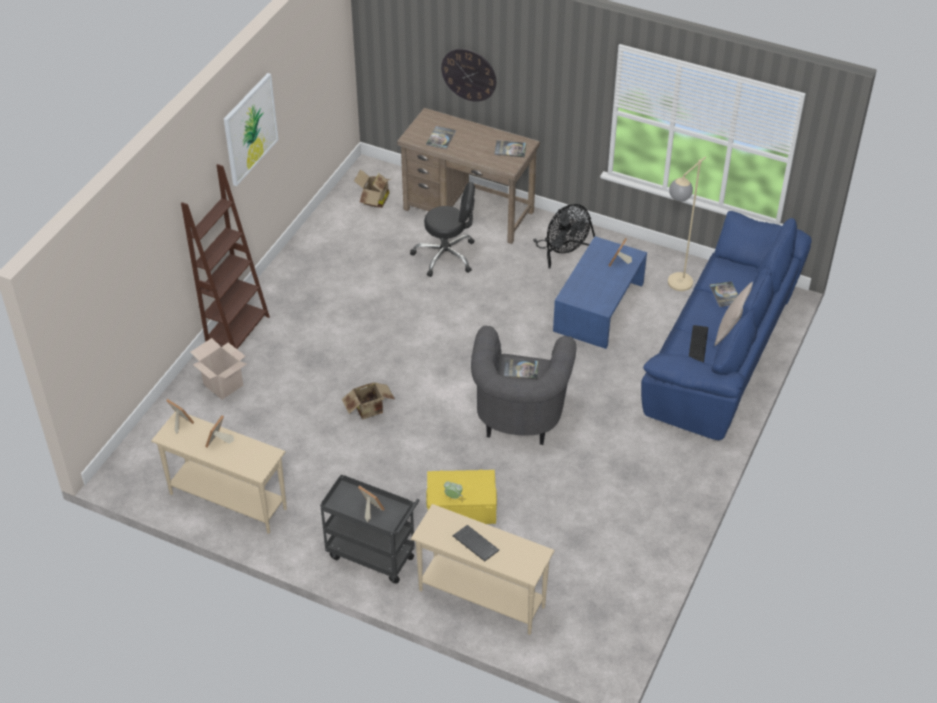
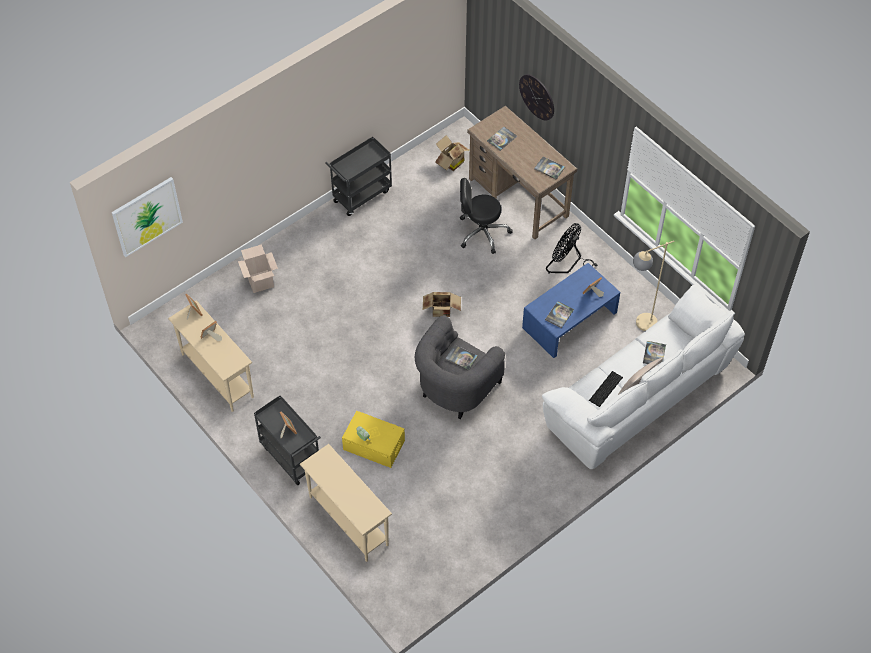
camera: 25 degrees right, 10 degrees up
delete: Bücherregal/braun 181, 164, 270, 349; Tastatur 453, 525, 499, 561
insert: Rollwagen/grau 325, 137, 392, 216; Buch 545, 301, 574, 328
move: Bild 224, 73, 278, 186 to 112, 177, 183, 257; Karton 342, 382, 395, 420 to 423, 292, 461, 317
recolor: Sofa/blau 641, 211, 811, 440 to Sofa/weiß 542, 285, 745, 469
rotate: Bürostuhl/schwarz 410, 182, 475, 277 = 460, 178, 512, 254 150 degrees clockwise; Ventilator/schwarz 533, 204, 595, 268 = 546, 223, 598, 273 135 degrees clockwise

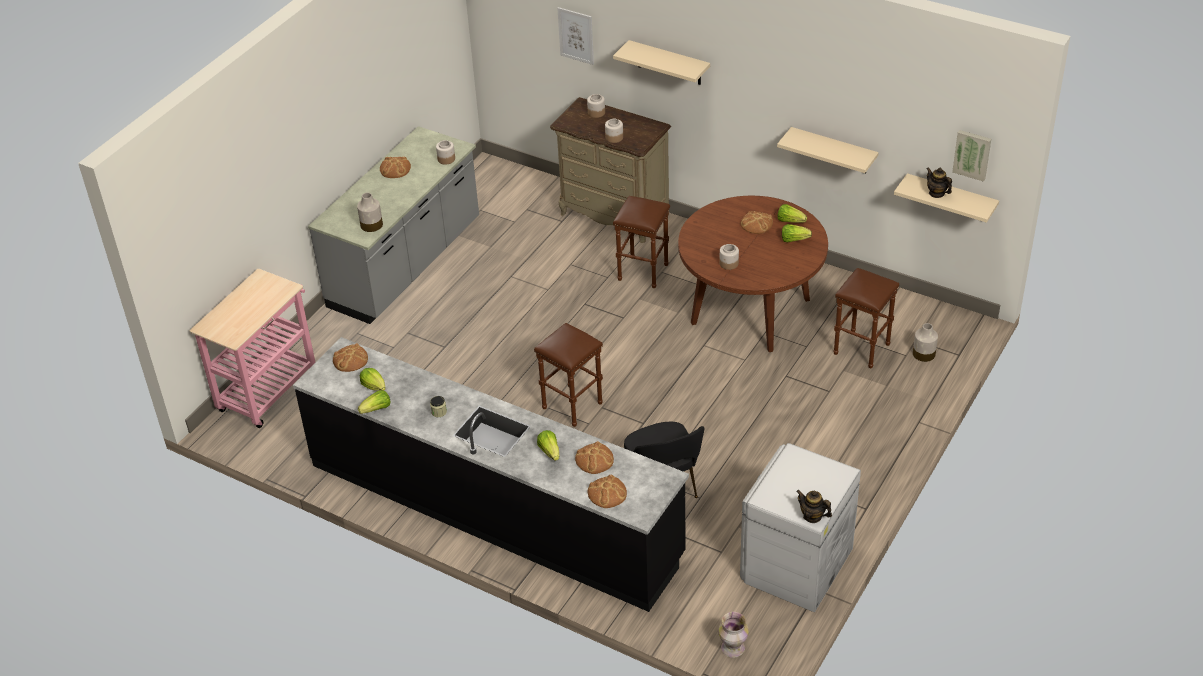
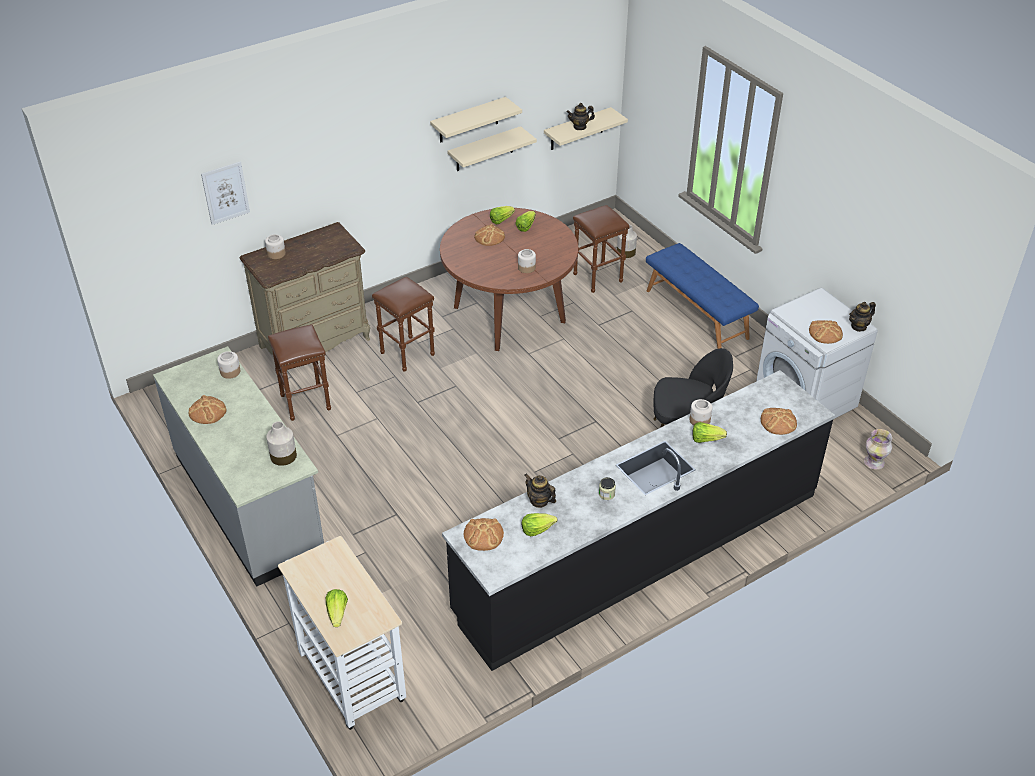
camera: 65 degrees left, 0 degrees up
delete: Bild 952, 130, 991, 182
insert: Bank/blau 646, 243, 759, 349; Teekanne 525, 473, 556, 508
move: Wandregal/beige 613, 40, 710, 85 to 430, 97, 522, 143; Vorratsglas 605, 119, 623, 143 to 690, 399, 712, 426; Hocker/braun 534, 323, 603, 427 to 268, 325, 331, 421; Salatkopf 358, 390, 391, 414 to 326, 589, 348, 627; Brot 575, 441, 614, 474 to 809, 320, 843, 344
recolor: Rollwagen/rosa 190, 269, 316, 428 to Rollwagen/weiß 278, 536, 406, 730

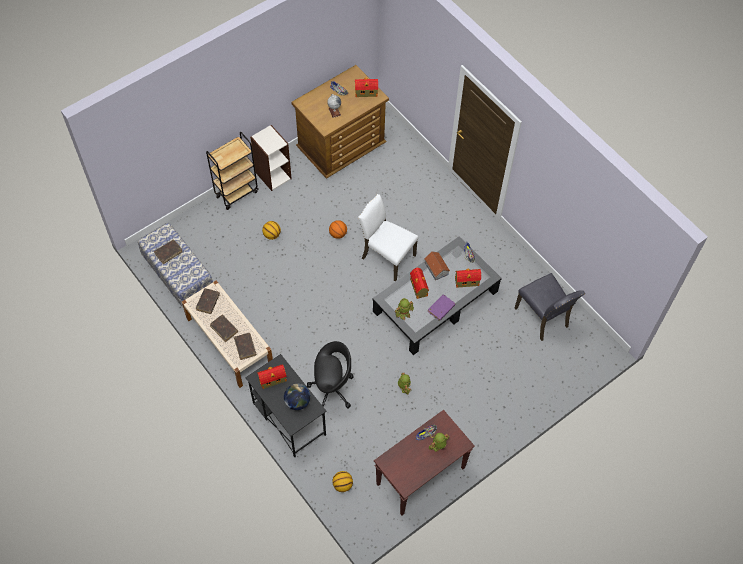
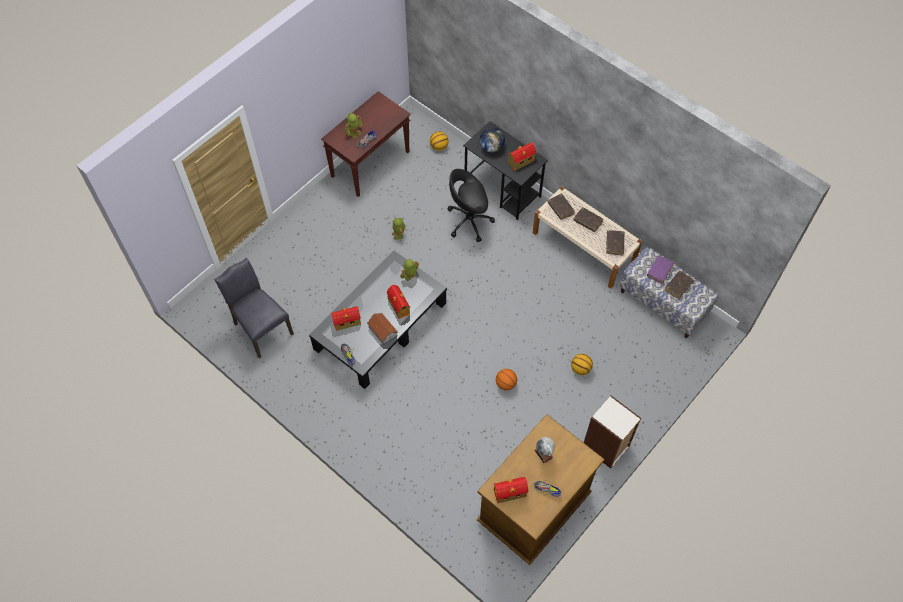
camera: 170 degrees right, 0 degrees up
delete: Rollwagen/braun 206, 132, 258, 210; Stuhl/weiß 358, 194, 419, 281
move: Buch/lila 428, 294, 455, 321 to 647, 256, 674, 284

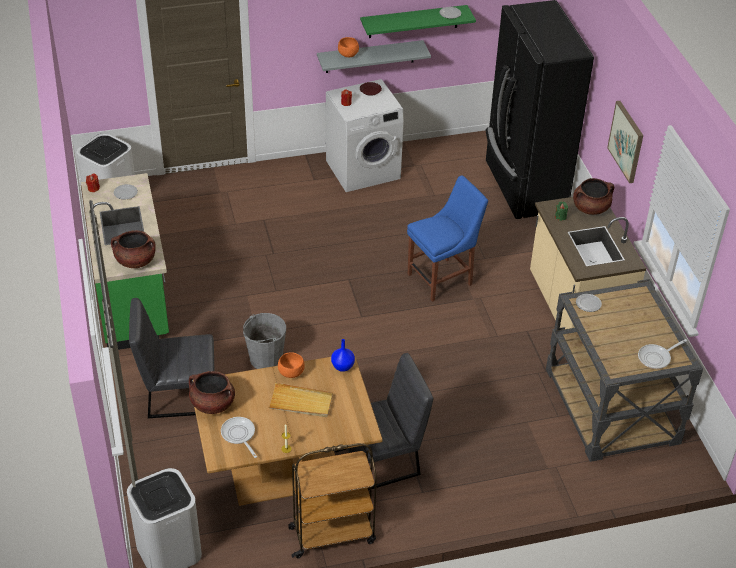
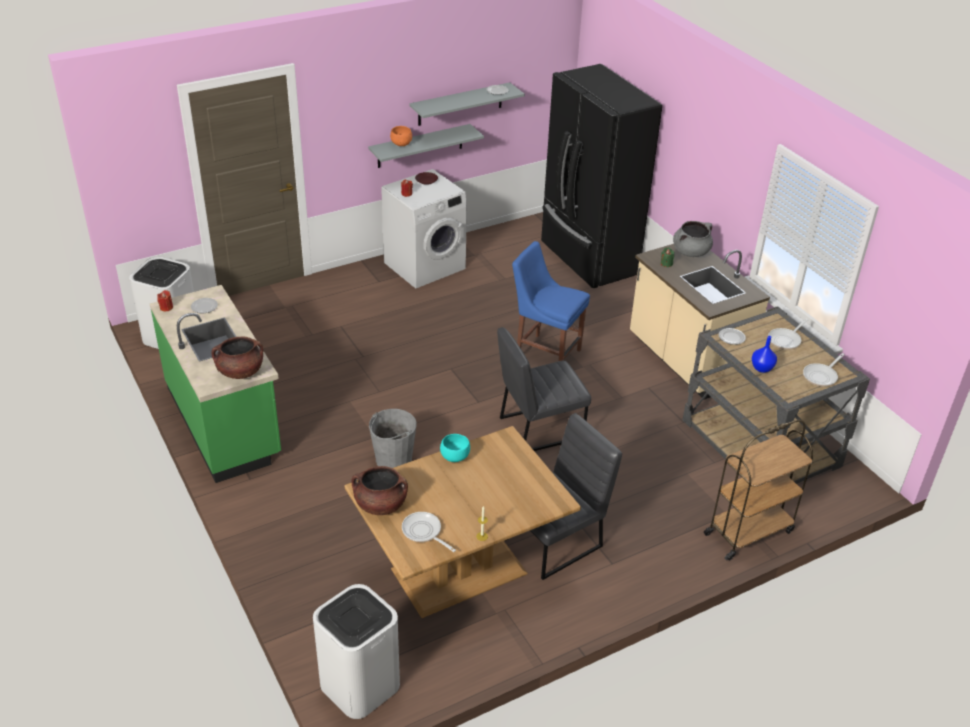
camera: 15 degrees left, 5 degrees down
delete: Bild 607, 101, 643, 183; Tablett/beige 268, 383, 333, 417
insert: Pfanne 768, 319, 808, 350
move: Stuhl/grau 129, 298, 215, 418 to 497, 327, 591, 451; Vase/blau 331, 339, 355, 372 to 752, 336, 777, 373; Rollwagen/braun 288, 443, 377, 559 to 704, 420, 813, 561
recolor: Wandregal/grün 360, 5, 476, 38 to Wandregal/grau 409, 82, 525, 126; Kochtopf/braun 573, 178, 614, 215 to Kochtopf/grau 673, 221, 713, 257; Schüssel/orange 278, 353, 305, 378 to Schüssel/türkis 440, 434, 470, 462
rotate: Stuhl/blau 407, 176, 488, 302 = 512, 241, 590, 361 105 degrees counterclockwise

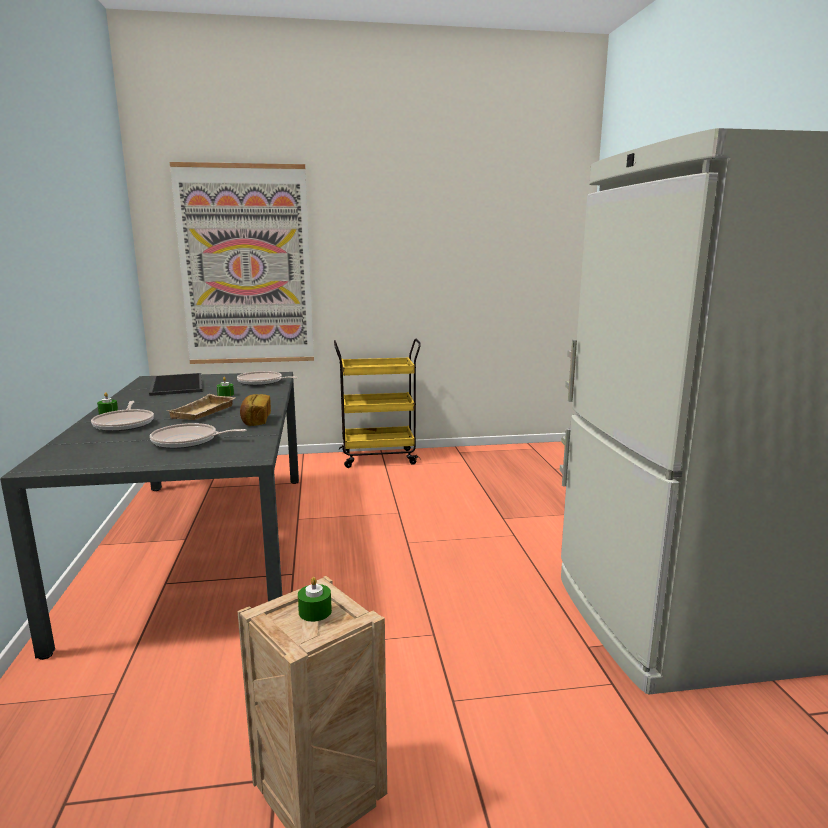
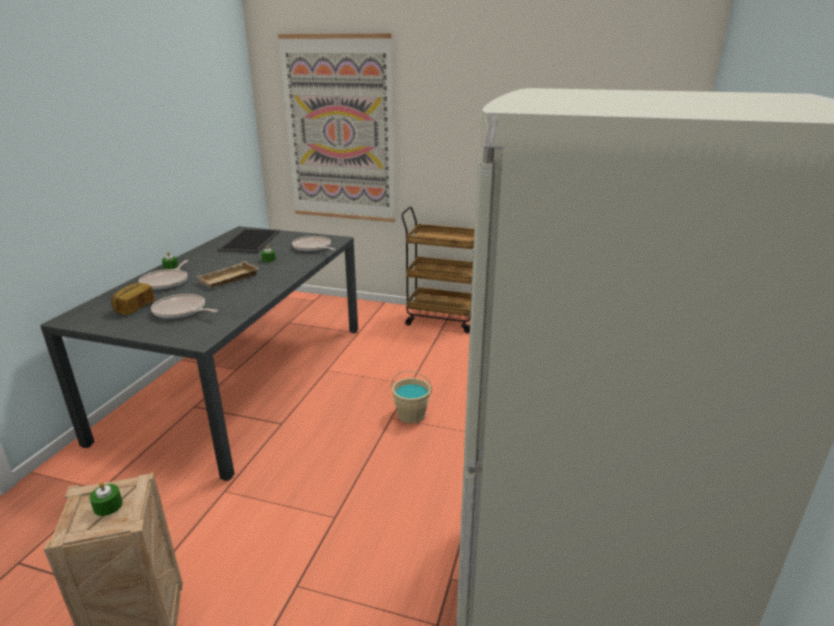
camera: 25 degrees right, 10 degrees up
insert: Eimer/beige 391, 371, 432, 424
move: Brot 240, 394, 271, 426 to 111, 283, 155, 315
recolor: Rollwagen/gelb 334, 339, 421, 468 to Rollwagen/braun 402, 207, 474, 333

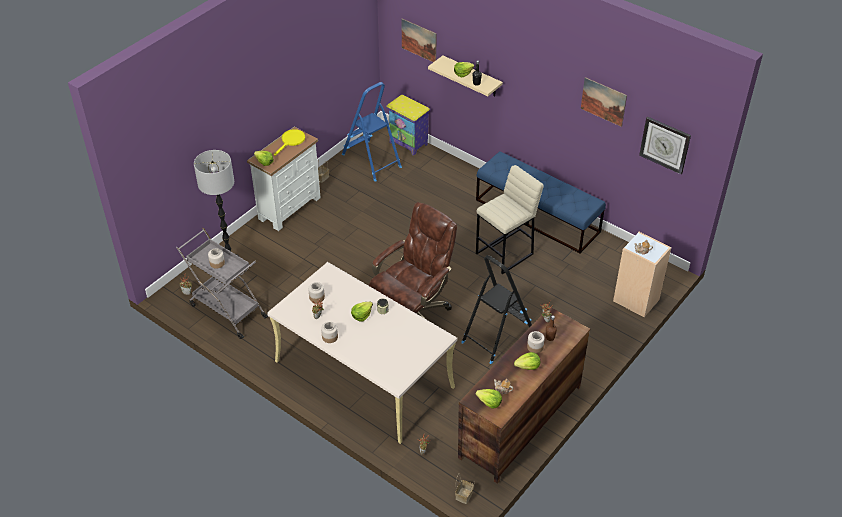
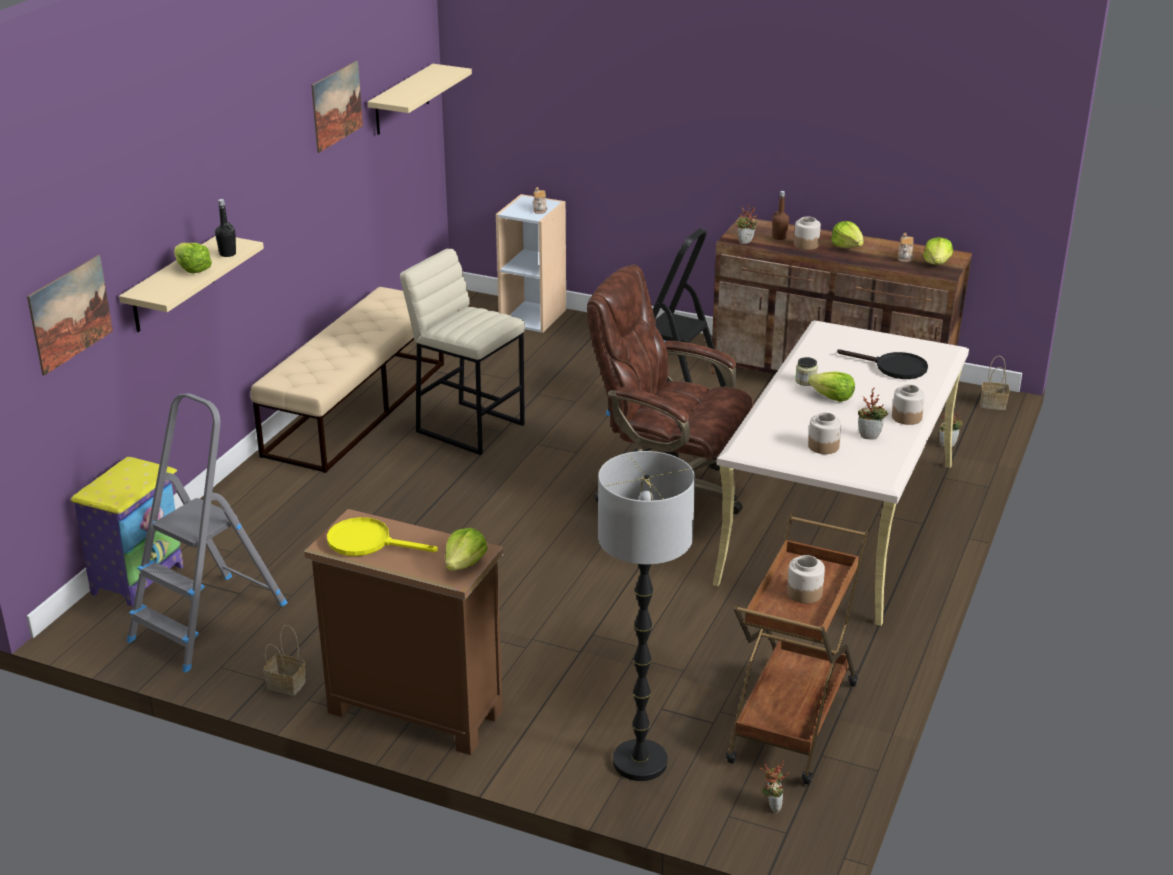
camera: 105 degrees left, 15 degrees down
insert: Pfanne/schwarz 837, 350, 928, 379
replace: Wanduhr 639, 117, 691, 174 to Wandregal/beige 368, 64, 472, 135
recolor: Trittleiter/blau 342, 82, 402, 182 to Trittleiter/grau 127, 393, 288, 673; Kommode/weiß 247, 127, 321, 231 to Kommode/braun 304, 509, 504, 755; Bank/blau 476, 151, 606, 254 to Bank/beige 251, 287, 444, 473; Rollwagen/grau 176, 227, 269, 339 to Rollwagen/braun 726, 512, 869, 785

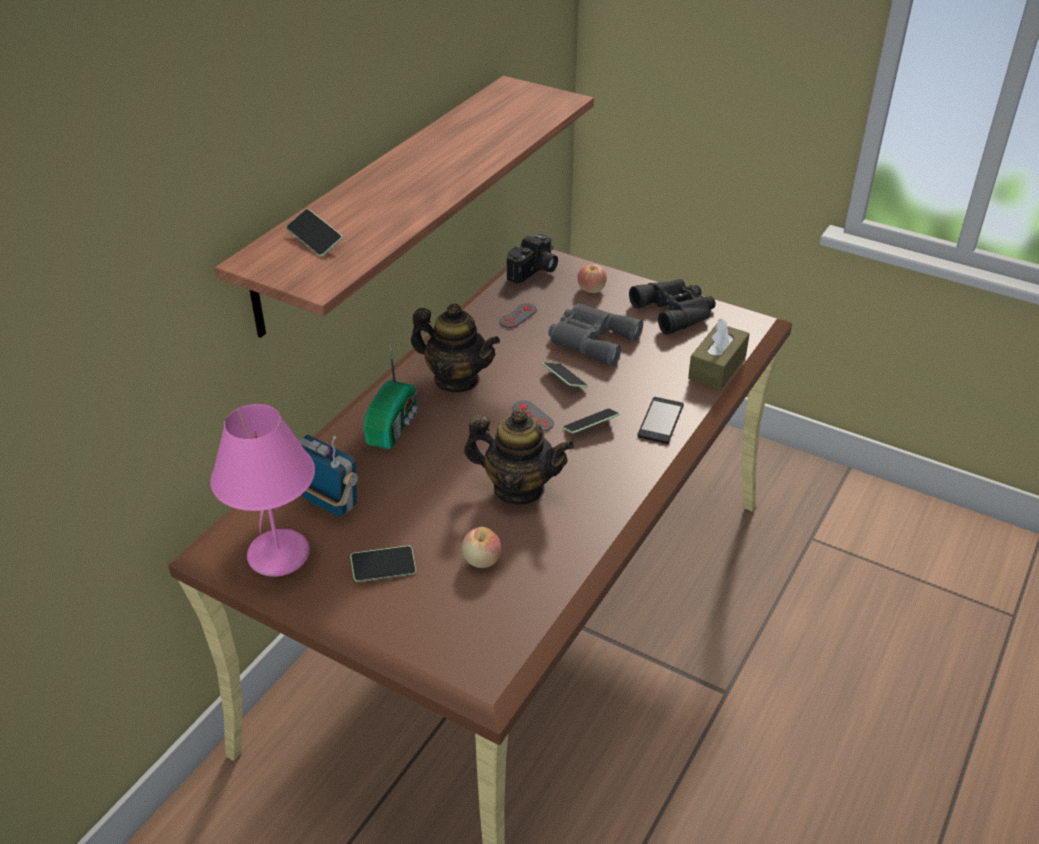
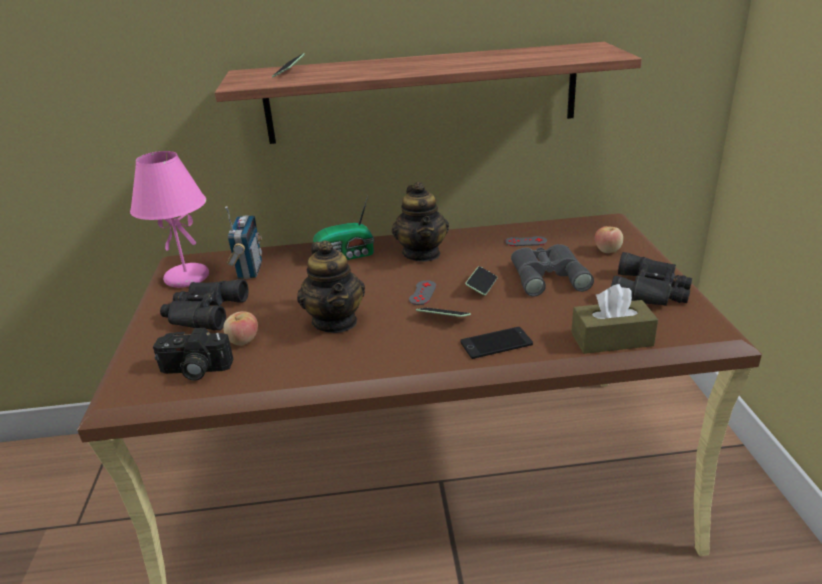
camera: 55 degrees right, 10 degrees down
move: Kamera 507, 234, 558, 284 to 153, 328, 233, 381
replace: Handy 350, 546, 416, 582 to Fernglas/schwarz 160, 279, 249, 330

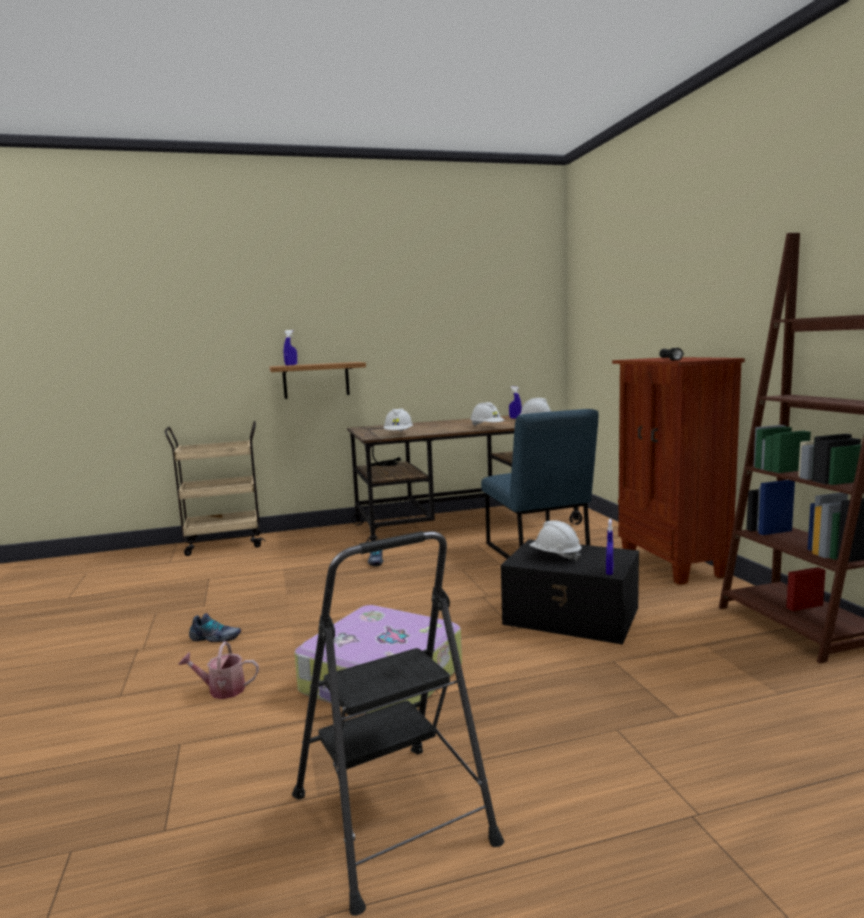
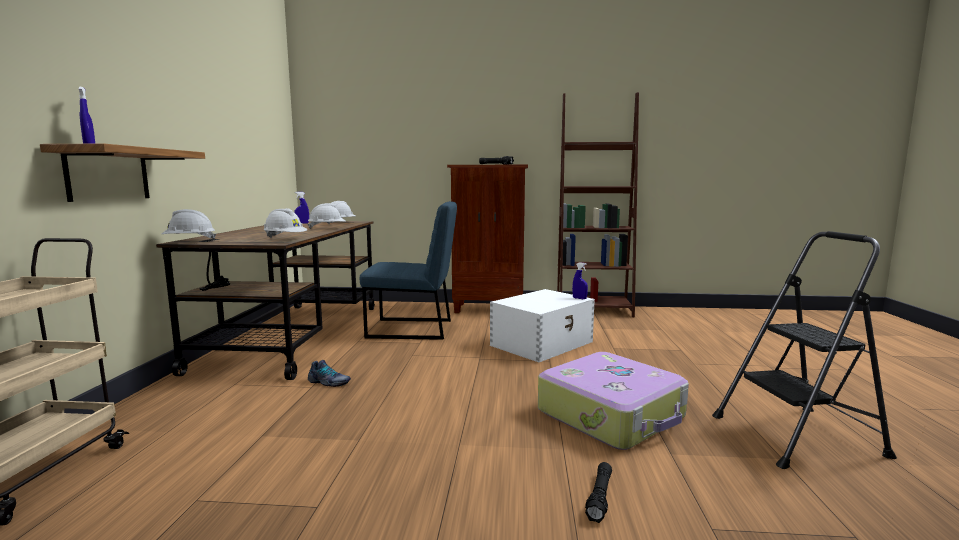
camera: 70 degrees left, 0 degrees up
delete: Schuh 189, 613, 241, 642
move: Schutzhelm/weiß 530, 520, 582, 561 to 161, 209, 216, 241
replace: Gießkanne 178, 641, 259, 699 to Taschenlampe/schwarz 585, 462, 612, 523
recolor: Aufbewahrungsbox/schwarz 501, 539, 639, 645 to Aufbewahrungsbox/weiß 490, 289, 595, 362

